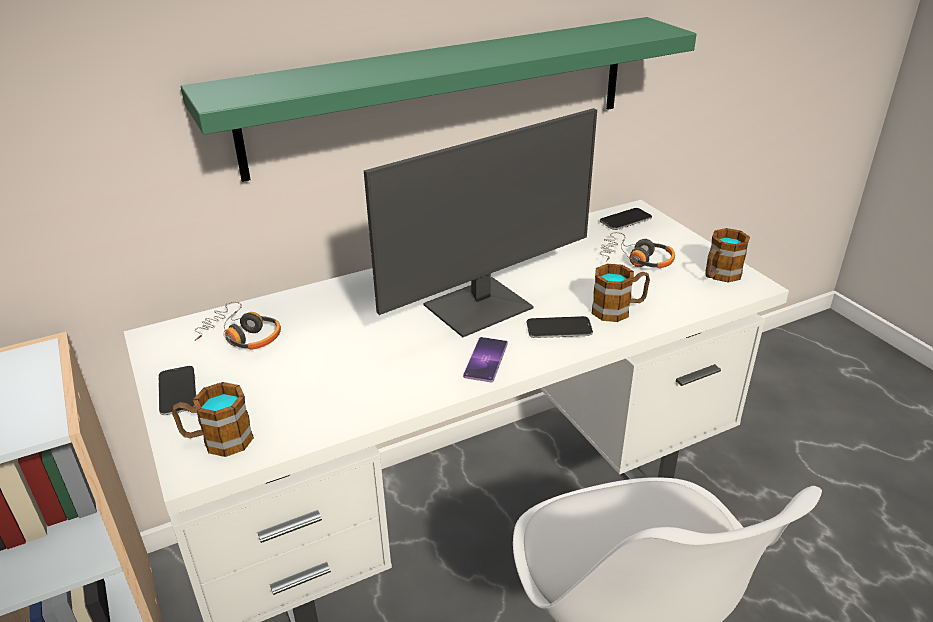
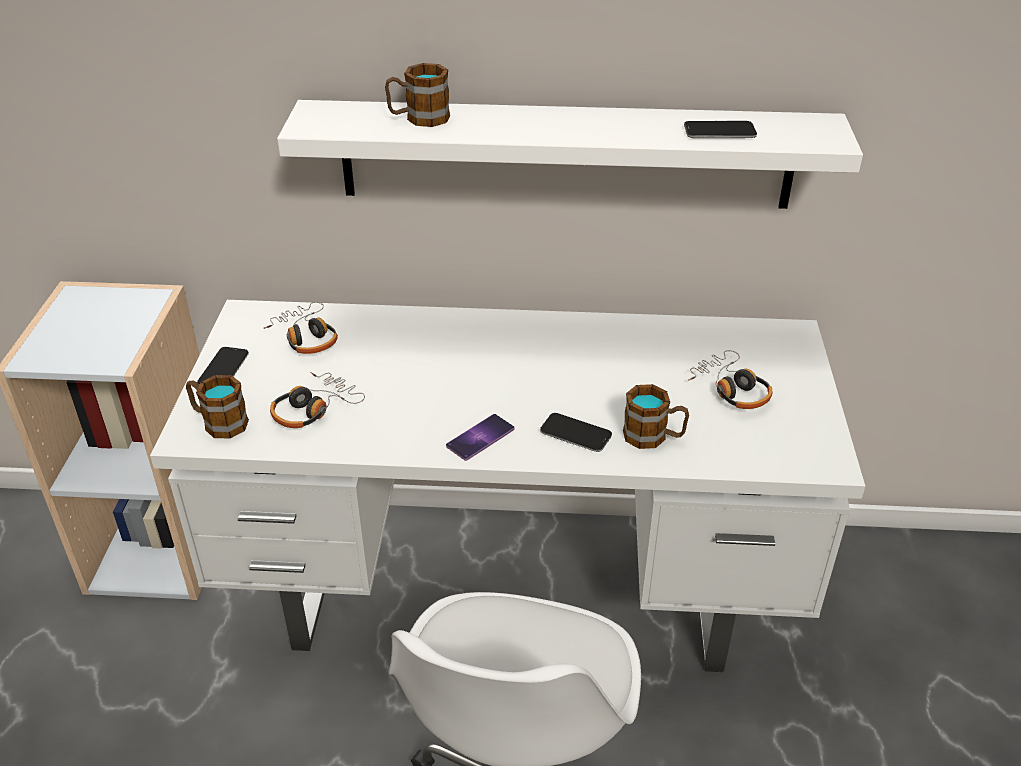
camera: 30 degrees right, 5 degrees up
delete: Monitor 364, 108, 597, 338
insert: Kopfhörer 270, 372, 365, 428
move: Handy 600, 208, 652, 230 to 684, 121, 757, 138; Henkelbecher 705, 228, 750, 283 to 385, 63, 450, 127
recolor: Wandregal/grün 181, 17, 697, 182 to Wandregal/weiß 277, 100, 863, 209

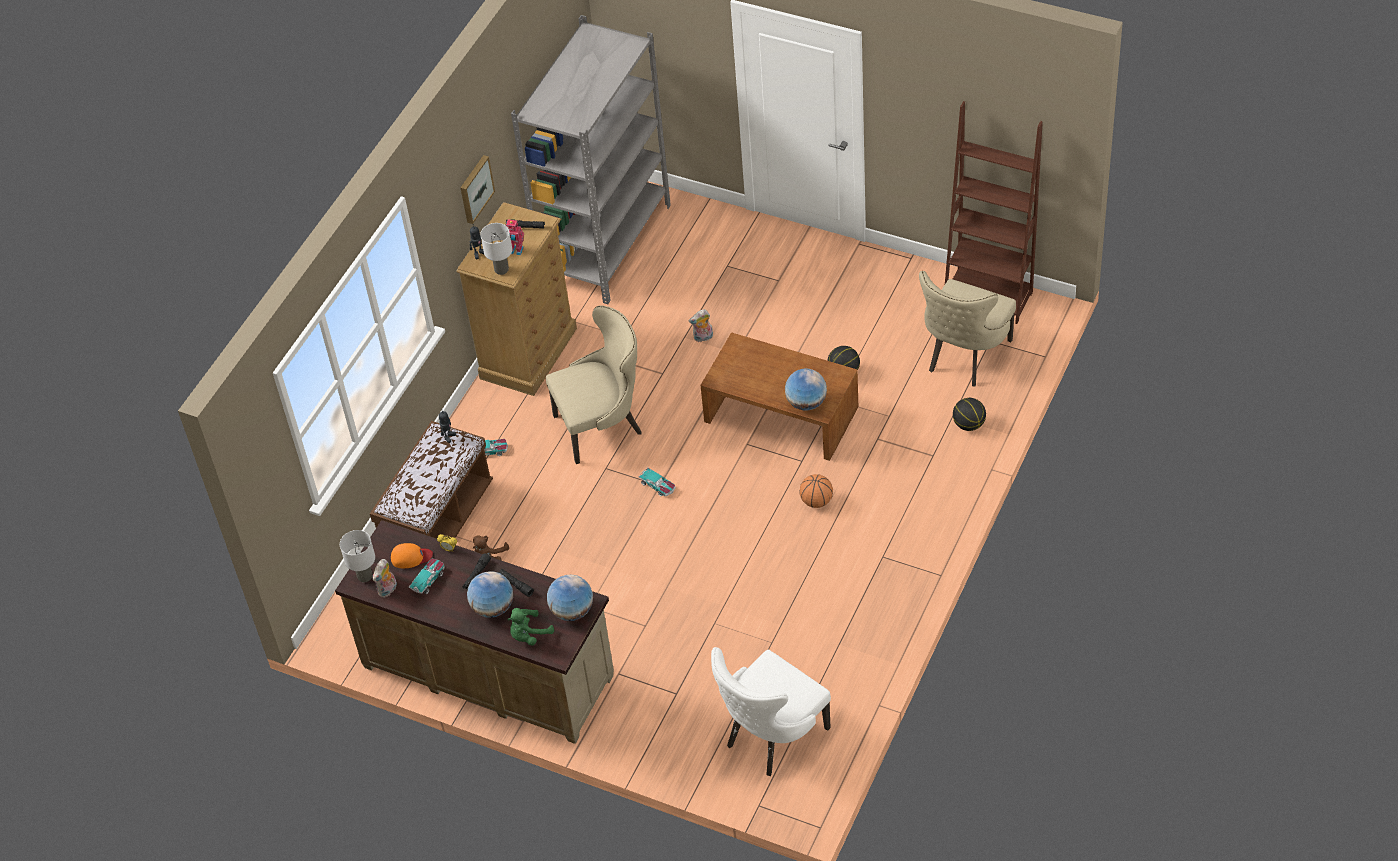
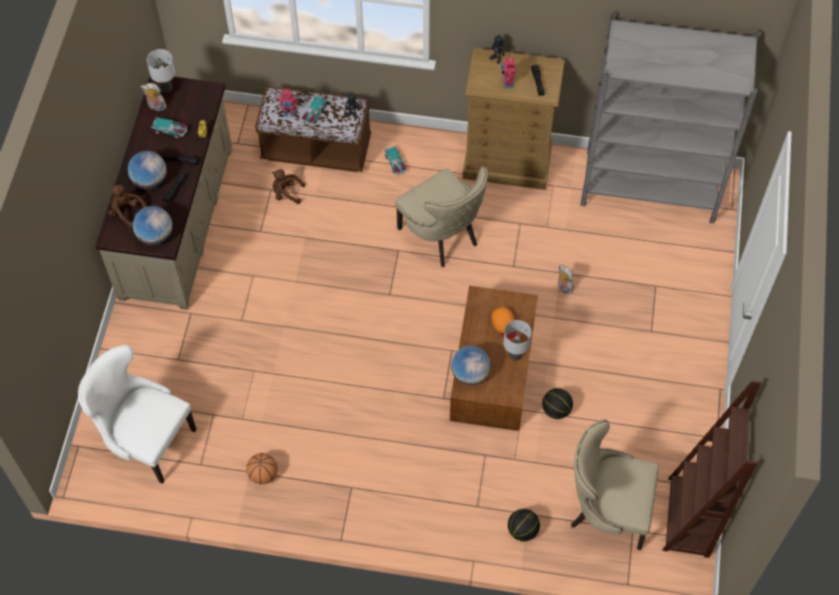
camera: 70 degrees right, 10 degrees up
delete: Bild 460, 155, 495, 224
insert: Spielzeugroboter 278, 89, 297, 117
move: Tischlampe/weiß 480, 223, 512, 275 to 503, 320, 532, 360; Spielzeugauto 639, 468, 675, 496 to 302, 96, 327, 125; Basketball 799, 474, 833, 508 to 246, 453, 278, 484; Kappe/orange 391, 543, 433, 568 to 491, 307, 516, 339
recolor: Plüschtier/grün 507, 608, 554, 646 to Plüschtier/braun 108, 185, 147, 228

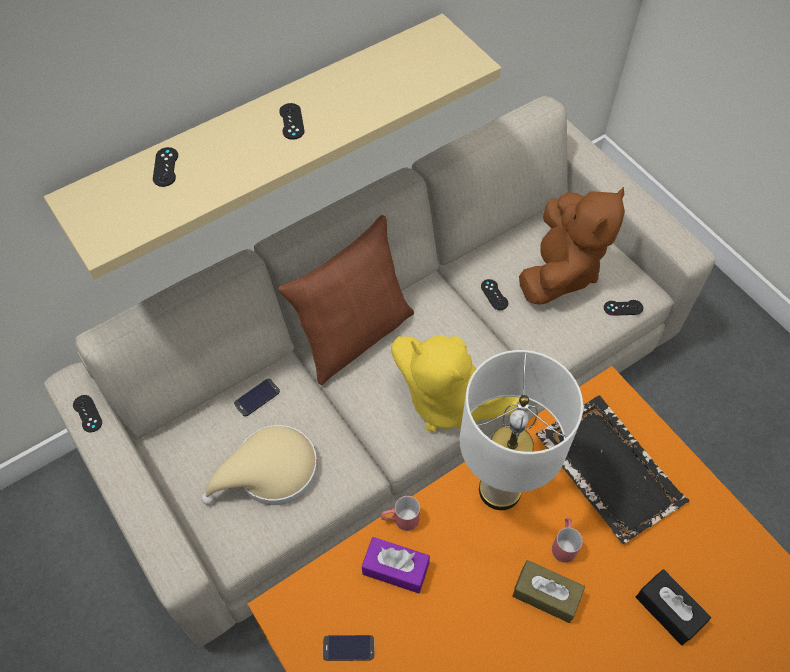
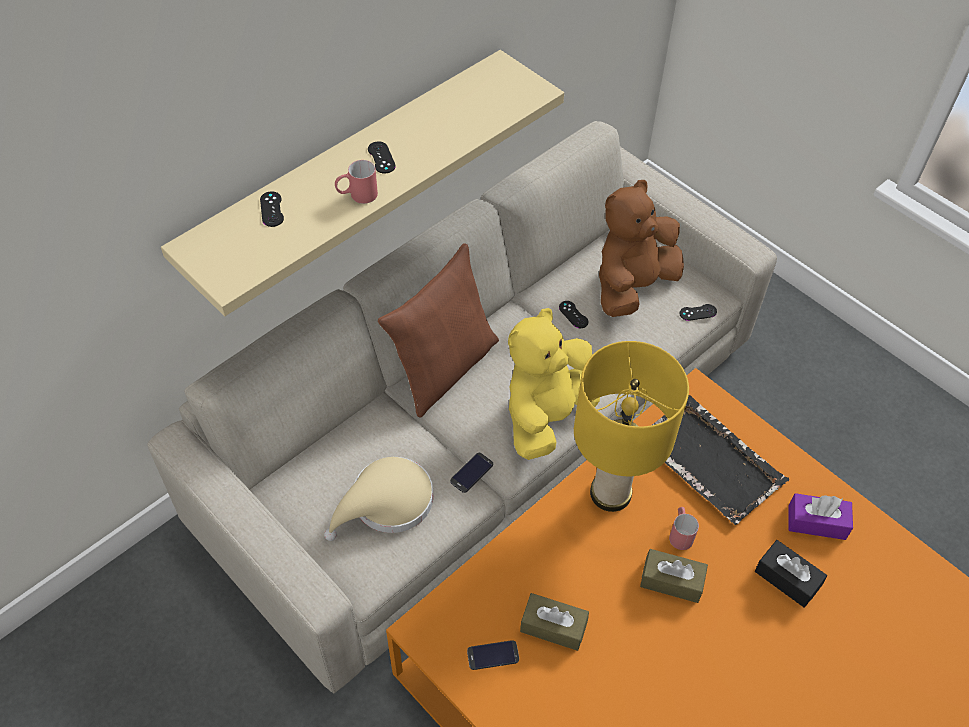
camera: 10 degrees left, 5 degrees down
delete: Gamepad/schwarz 73, 395, 102, 432
insert: Taschentuchbox/braun 520, 593, 589, 651
move: Handy 234, 378, 280, 416 to 450, 453, 493, 493; Henkelbecher/rot 381, 496, 420, 531 to 335, 160, 378, 204; Taschentuchbox/lila 362, 537, 430, 593 to 789, 493, 853, 540
recolor: Tischlampe/weiß 460, 350, 583, 510 to Tischlampe/gelb 574, 341, 689, 512
rotate: Plüschtier/braun 519, 187, 625, 305 = 599, 180, 684, 317 150 degrees counterclockwise; Plüschtier/gelb 391, 335, 519, 432 = 508, 308, 600, 460 105 degrees clockwise

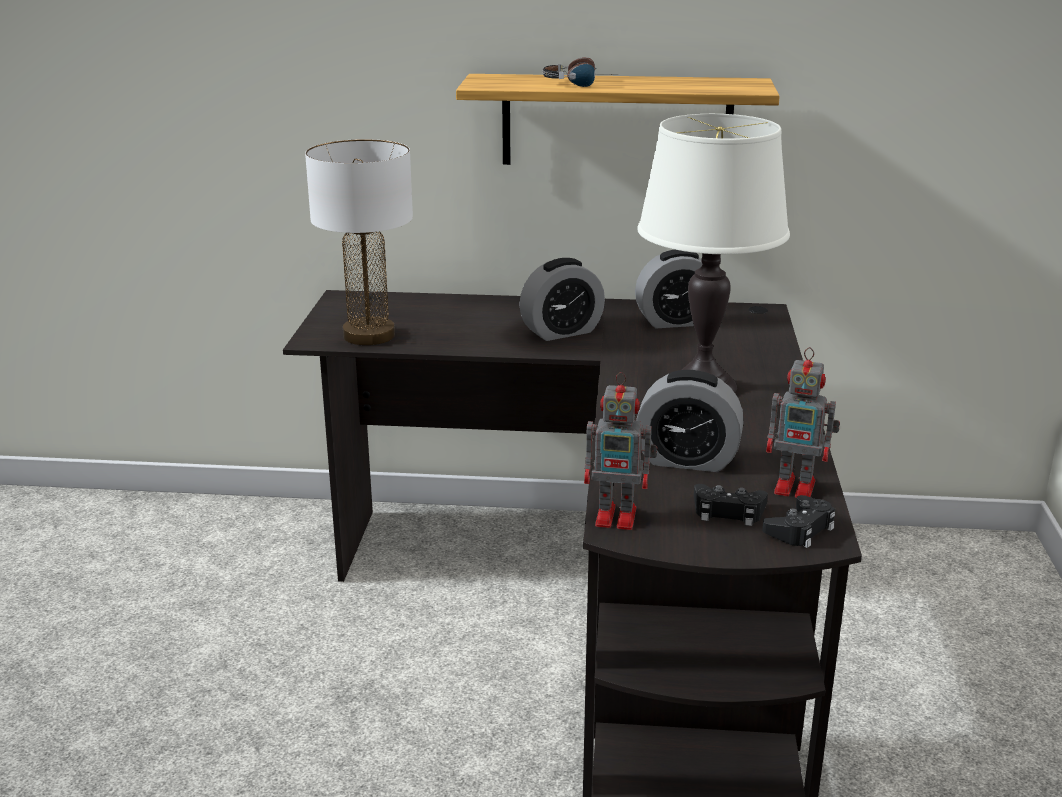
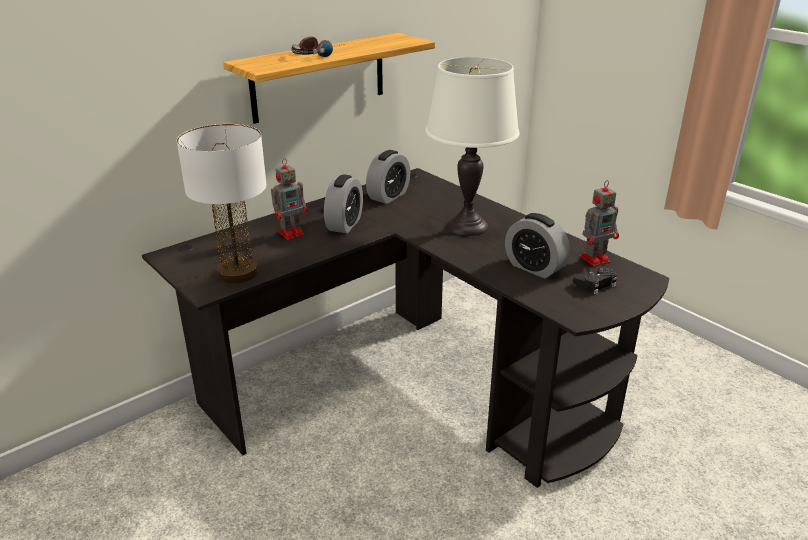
camera: 45 degrees left, 5 degrees up
delete: Gamepad/schwarz 762, 495, 835, 548
move: Spielzeugroboter 584, 372, 657, 530 to 271, 158, 307, 240
rotate: Wecker 636, 370, 744, 472 = 505, 213, 570, 278 75 degrees clockwise

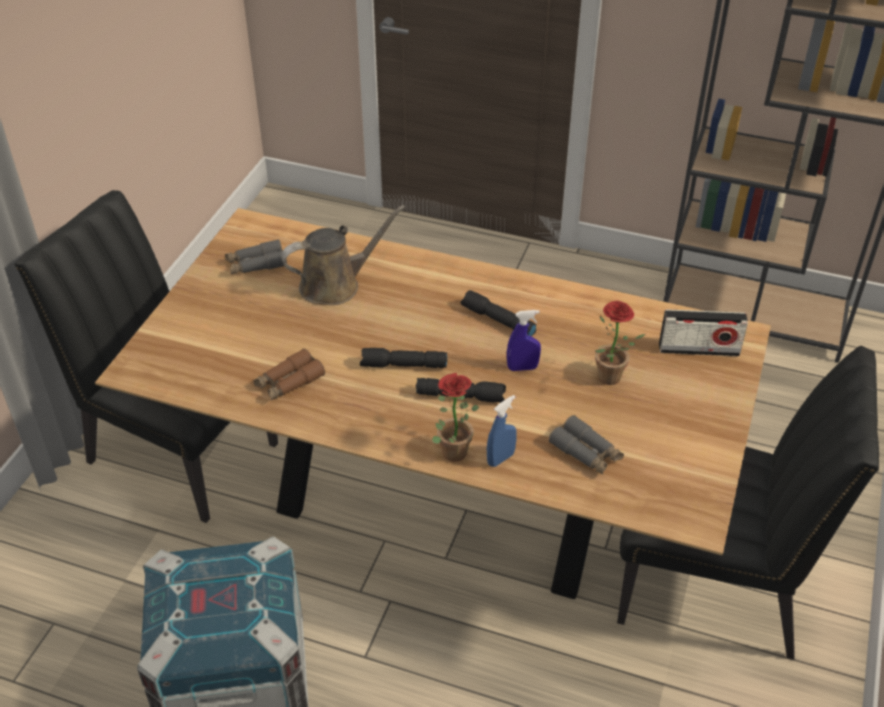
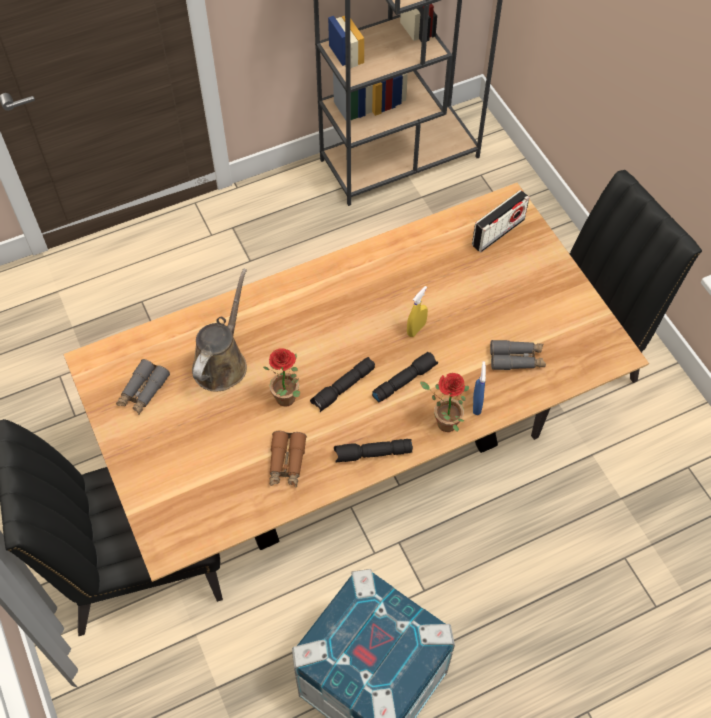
camera: 45 degrees left, 15 degrees up
move: Taschenlampe/schwarz 460, 290, 536, 336 to 334, 439, 413, 462; Topfpflanze 595, 301, 645, 385 to 263, 348, 300, 407
recolor: Sprühflasche/blau 507, 310, 541, 371 to Sprühflasche/gelb 407, 286, 428, 337

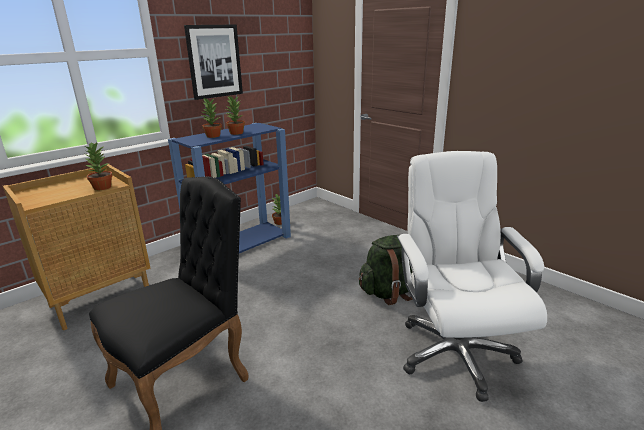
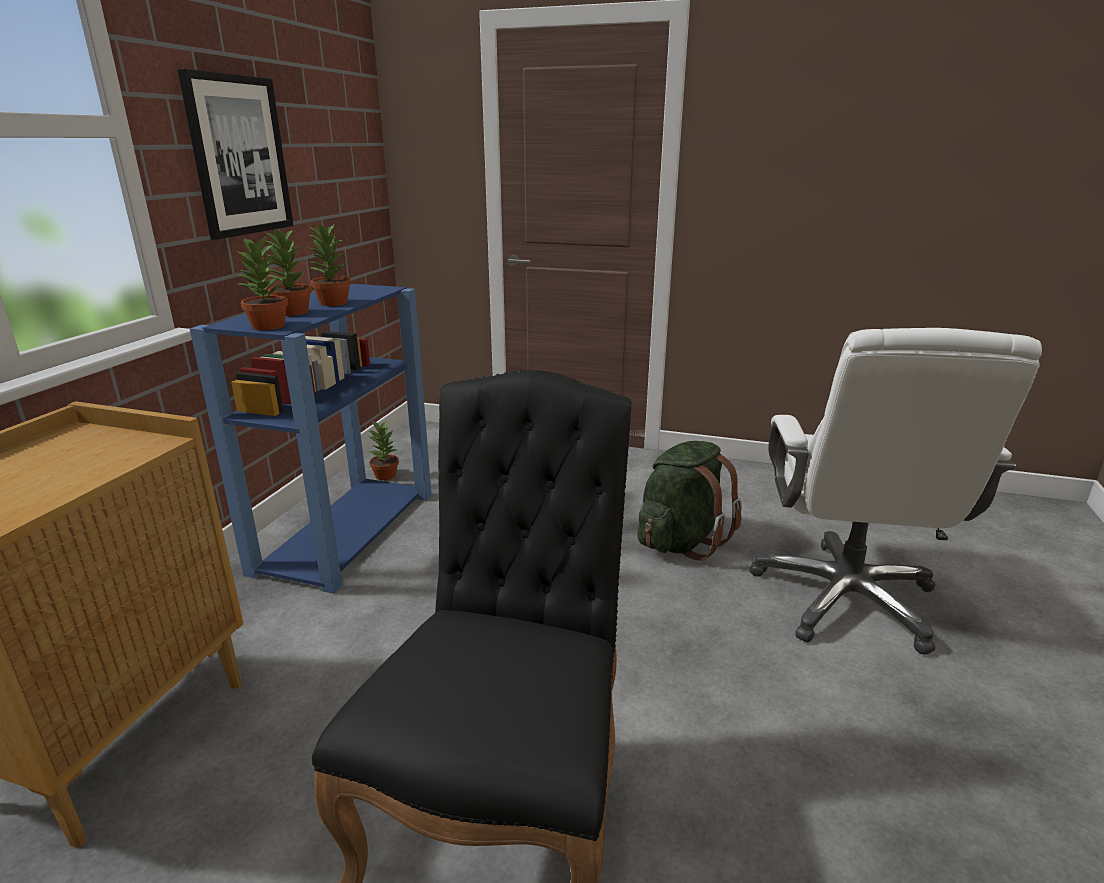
camera: 30 degrees left, 0 degrees up
move: Topfpflanze 85, 142, 113, 190 to 236, 236, 288, 330
rotate: Bürostuhl/weiß 397, 151, 547, 402 = 749, 328, 1042, 655 135 degrees counterclockwise

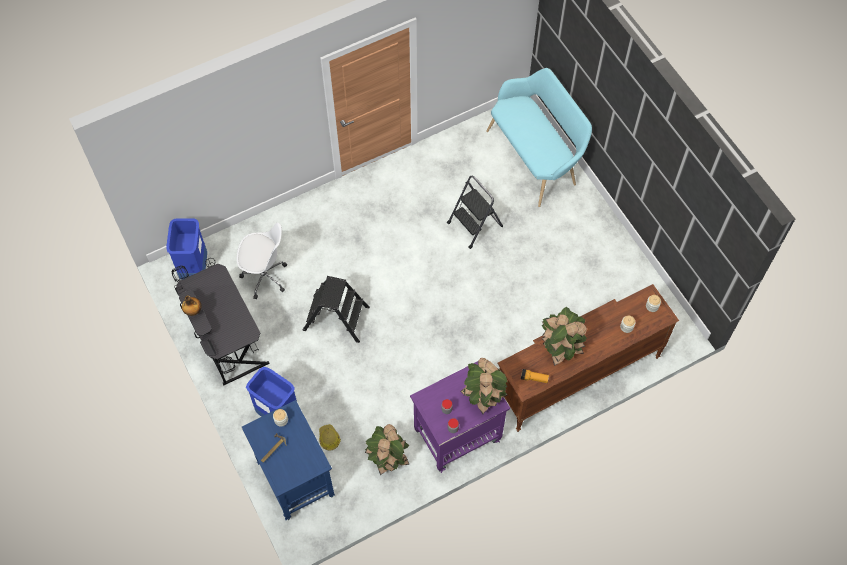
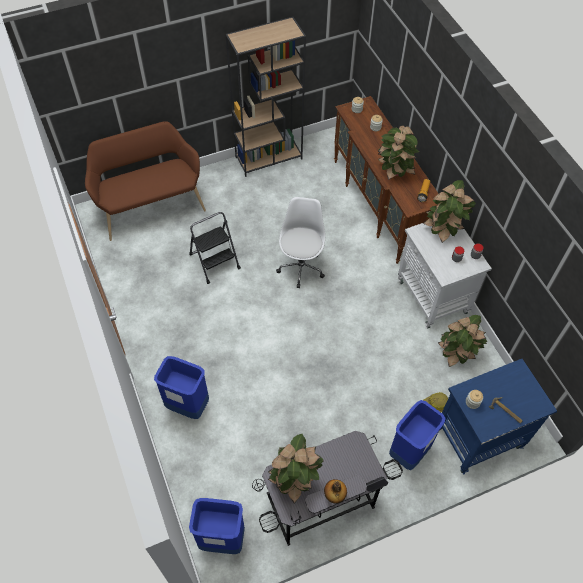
camera: 85 degrees left, 5 degrees down
delete: Trittleiter/schwarz 303, 276, 370, 343
insert: Bücherregal 225, 17, 306, 177; Mülleimer/blau 154, 356, 209, 419; Topfpflanze 268, 434, 324, 504
move: Bürostuhl/weiß 237, 223, 287, 299 to 276, 197, 325, 288
recolor: Bank/türkis 486, 68, 592, 207 to Bank/braun 85, 121, 206, 241; Rollwagen/lila 410, 361, 510, 473 to Rollwagen/weiß 397, 223, 492, 329

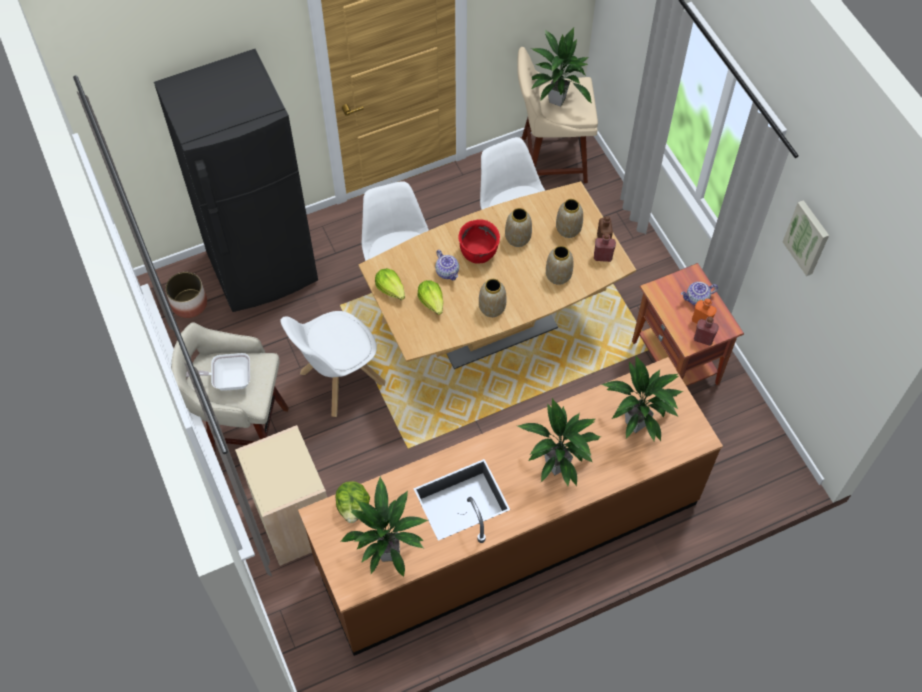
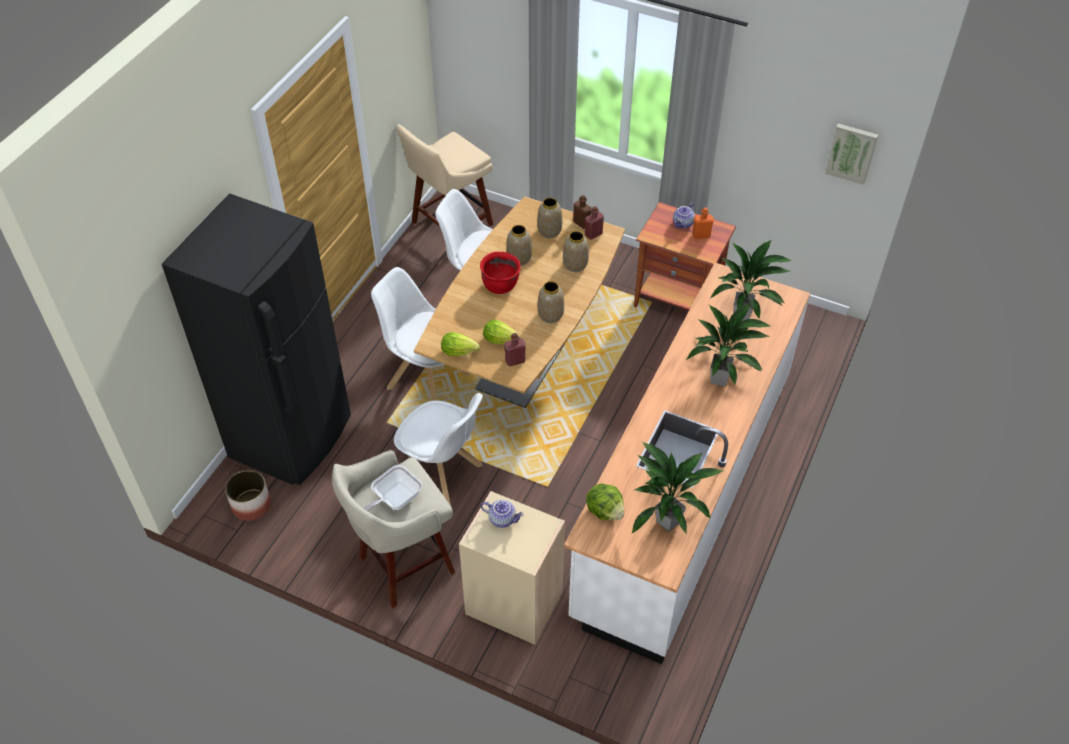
camera: 40 degrees left, 10 degrees down
delete: Topfpflanze 531, 27, 592, 106
move: Bild 783, 200, 829, 276 to 825, 124, 878, 185; Teekanne 435, 250, 459, 280 to 481, 500, 524, 528; Flasche/rot 694, 317, 719, 346 to 504, 333, 526, 366
recolor: Küchenzeile/braun 298, 357, 723, 656 to Küchenzeile/weiß 564, 263, 811, 664
rotate: Stuhl/weiß 280, 311, 386, 417 = 394, 393, 483, 506 75 degrees counterclockwise

